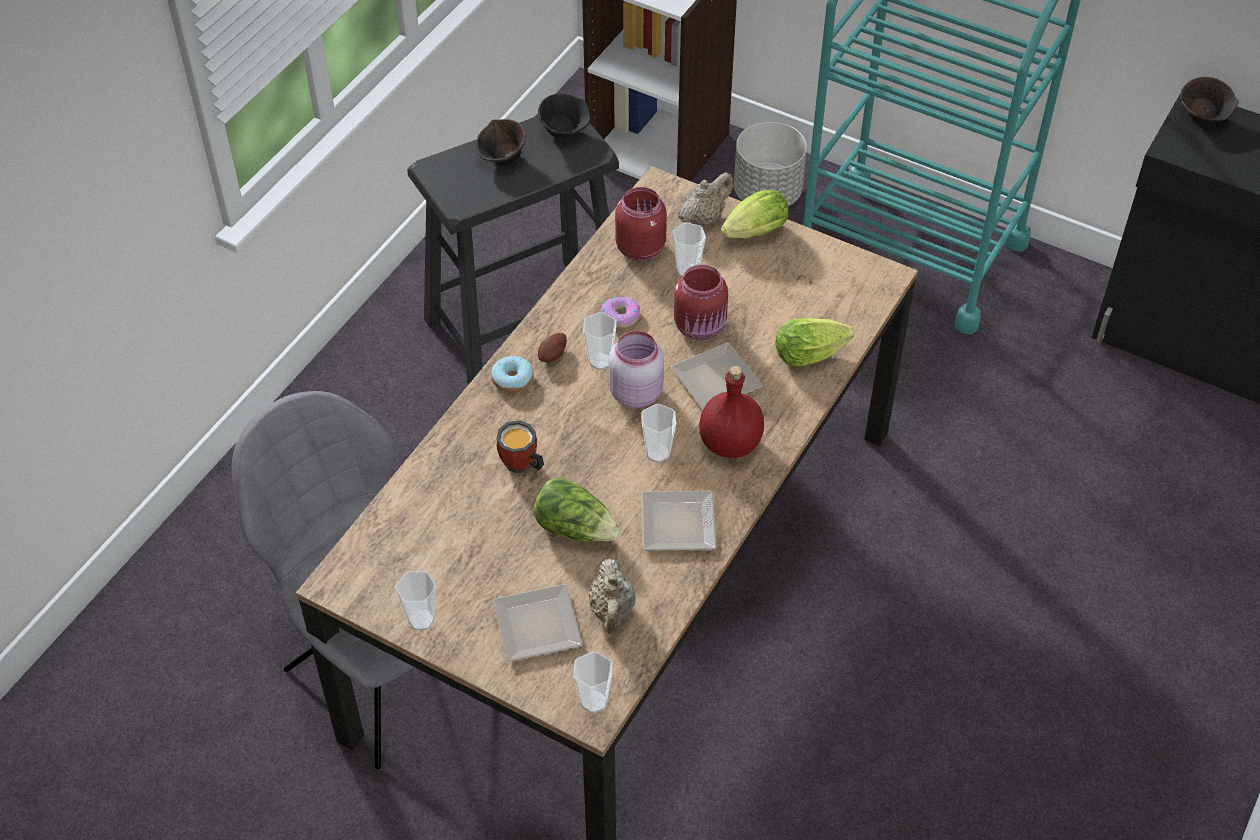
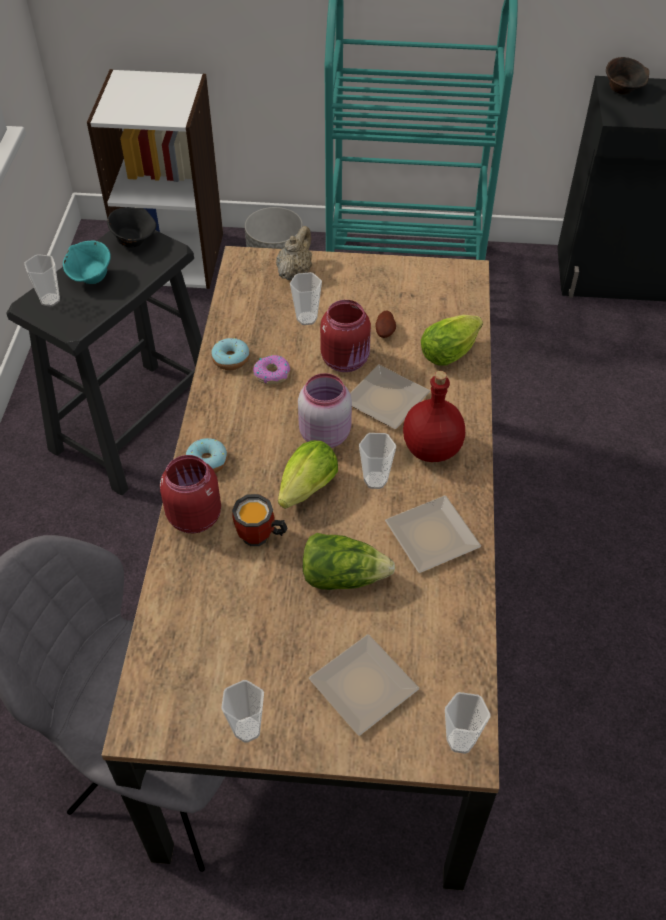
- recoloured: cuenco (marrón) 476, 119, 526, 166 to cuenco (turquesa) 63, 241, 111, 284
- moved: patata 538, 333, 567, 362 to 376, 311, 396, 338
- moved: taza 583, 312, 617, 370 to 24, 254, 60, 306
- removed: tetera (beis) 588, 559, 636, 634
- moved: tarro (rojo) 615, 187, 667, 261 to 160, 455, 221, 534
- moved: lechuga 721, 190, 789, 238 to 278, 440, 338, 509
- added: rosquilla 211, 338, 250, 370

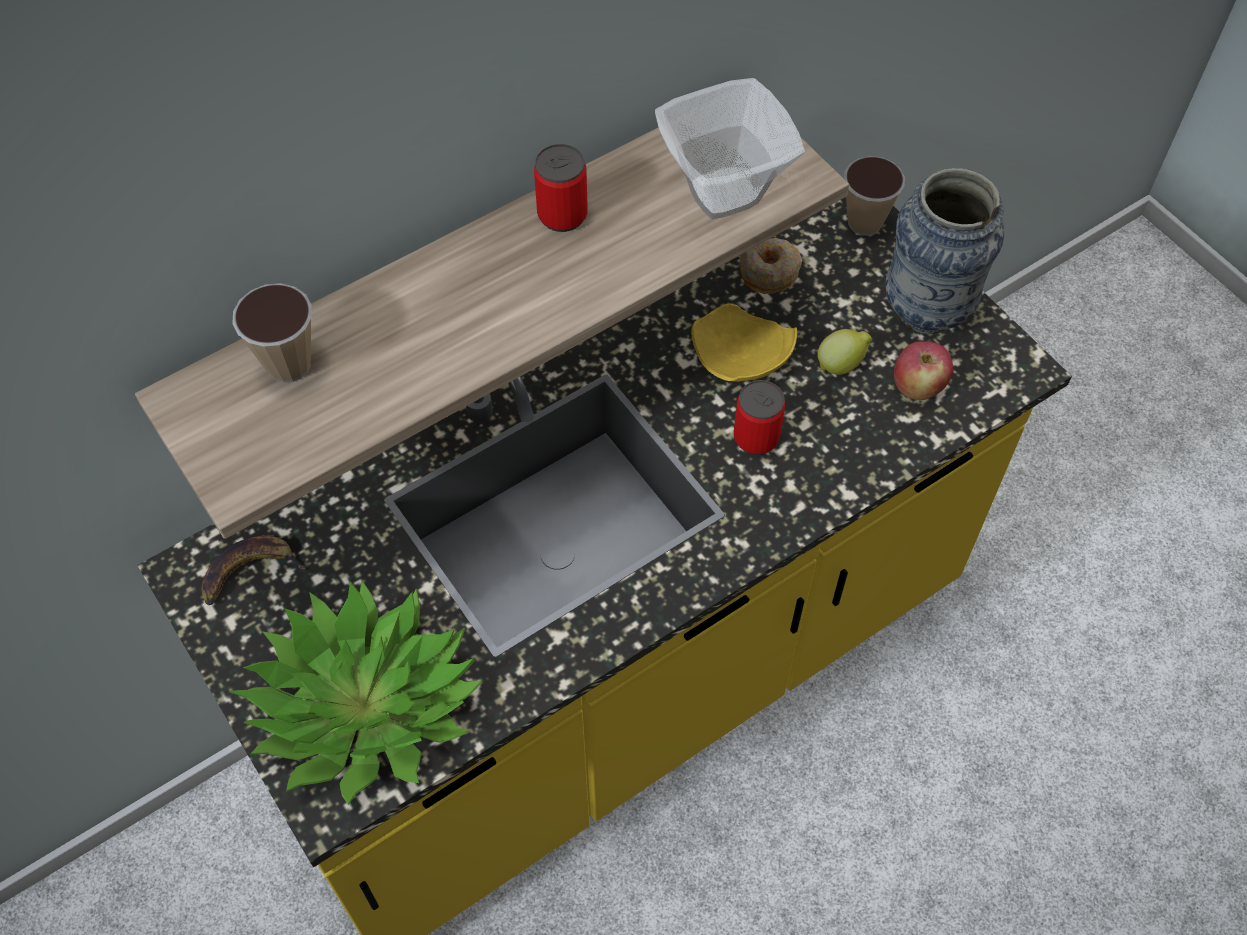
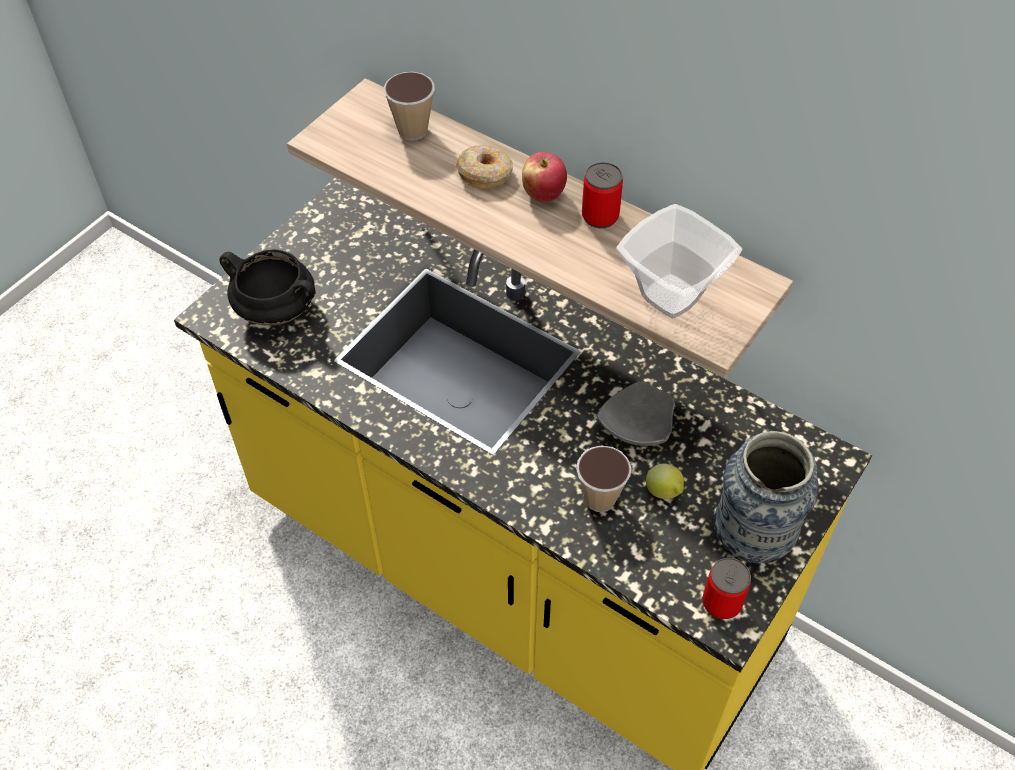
- removed: plátano 201, 536, 306, 605
- replaced: planta en maceta 228, 580, 483, 805 to olla (negro) 220, 249, 316, 326
- recoloured: plato (amarillo) 691, 304, 797, 382 to plato (gris) 596, 381, 675, 446
- moved: lata 734, 380, 785, 455 to 702, 558, 751, 619
- moved: rosquilla 739, 238, 802, 294 to 456, 145, 513, 189
- moved: taza 844, 156, 905, 236 to 576, 445, 631, 512
- moved: manzana 894, 341, 953, 400 to 522, 152, 567, 203

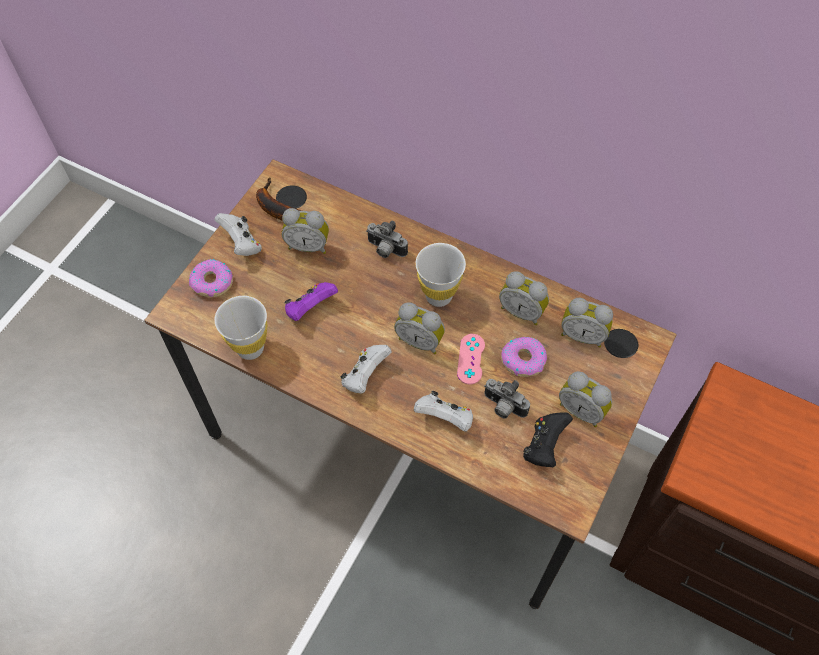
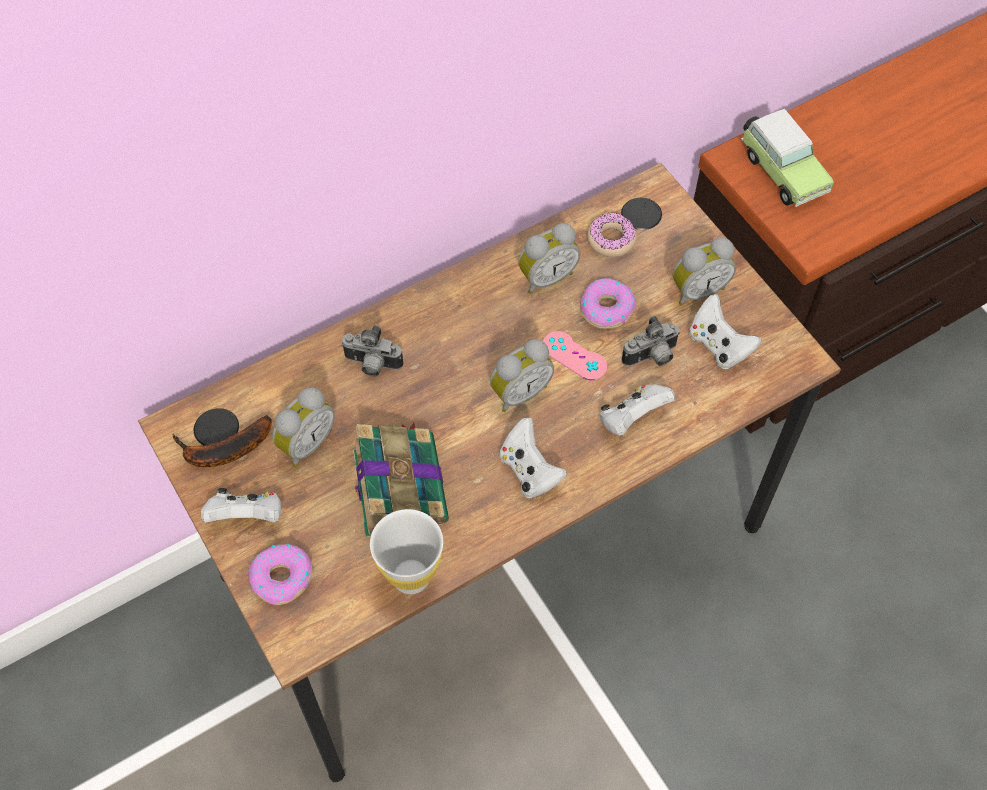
- replaced: mando de consola (morado) 284, 282, 338, 321 to libro 353, 422, 449, 538
- turned: cámara 366, 220, 408, 258 = 341, 325, 403, 377 45 degrees clockwise
- removed: taza (blanco) 415, 243, 466, 307
- recoloured: mando de consola (negro) 523, 412, 573, 467 to mando de consola (blanco) 689, 294, 761, 369
- replaced: despertador 561, 298, 613, 348 to rosquilla 587, 212, 637, 257
- added: coche de juguete 741, 109, 834, 207

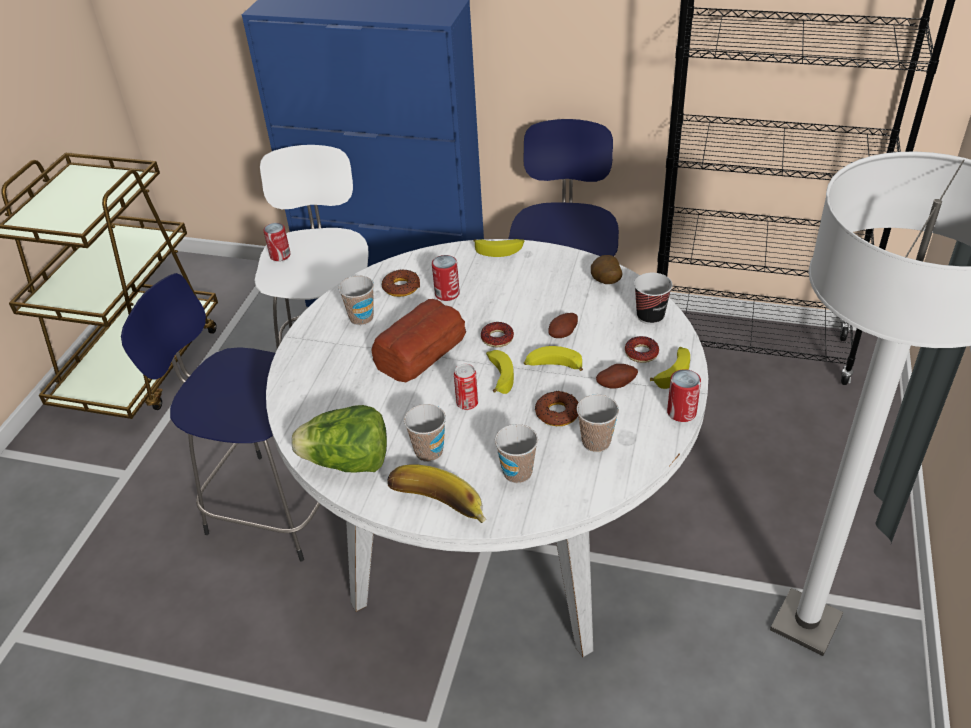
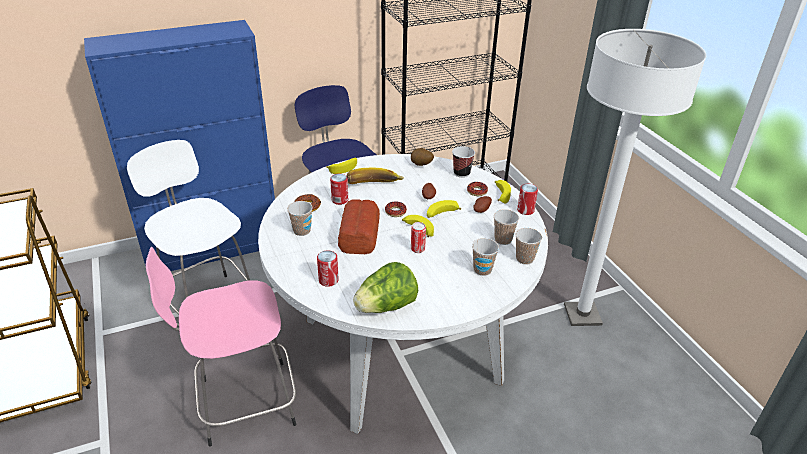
- recoloured: taburete (azul) 121, 273, 321, 562 to taburete (rosa) 146, 247, 296, 447
- moved: lata 263, 223, 291, 261 to 317, 250, 339, 287
- moved: plátano 387, 464, 486, 523 to 346, 168, 404, 184
- moved: taza 404, 404, 446, 462 to 515, 228, 542, 265
- removed: rosquilla 535, 391, 579, 426

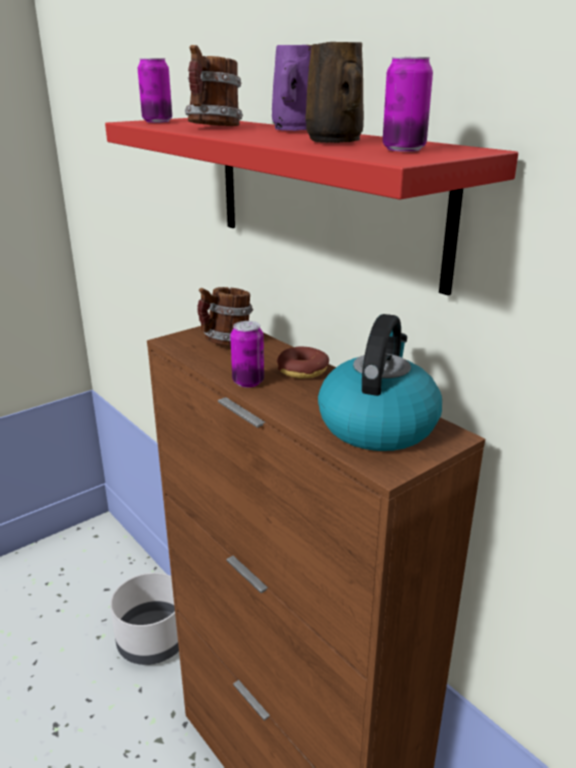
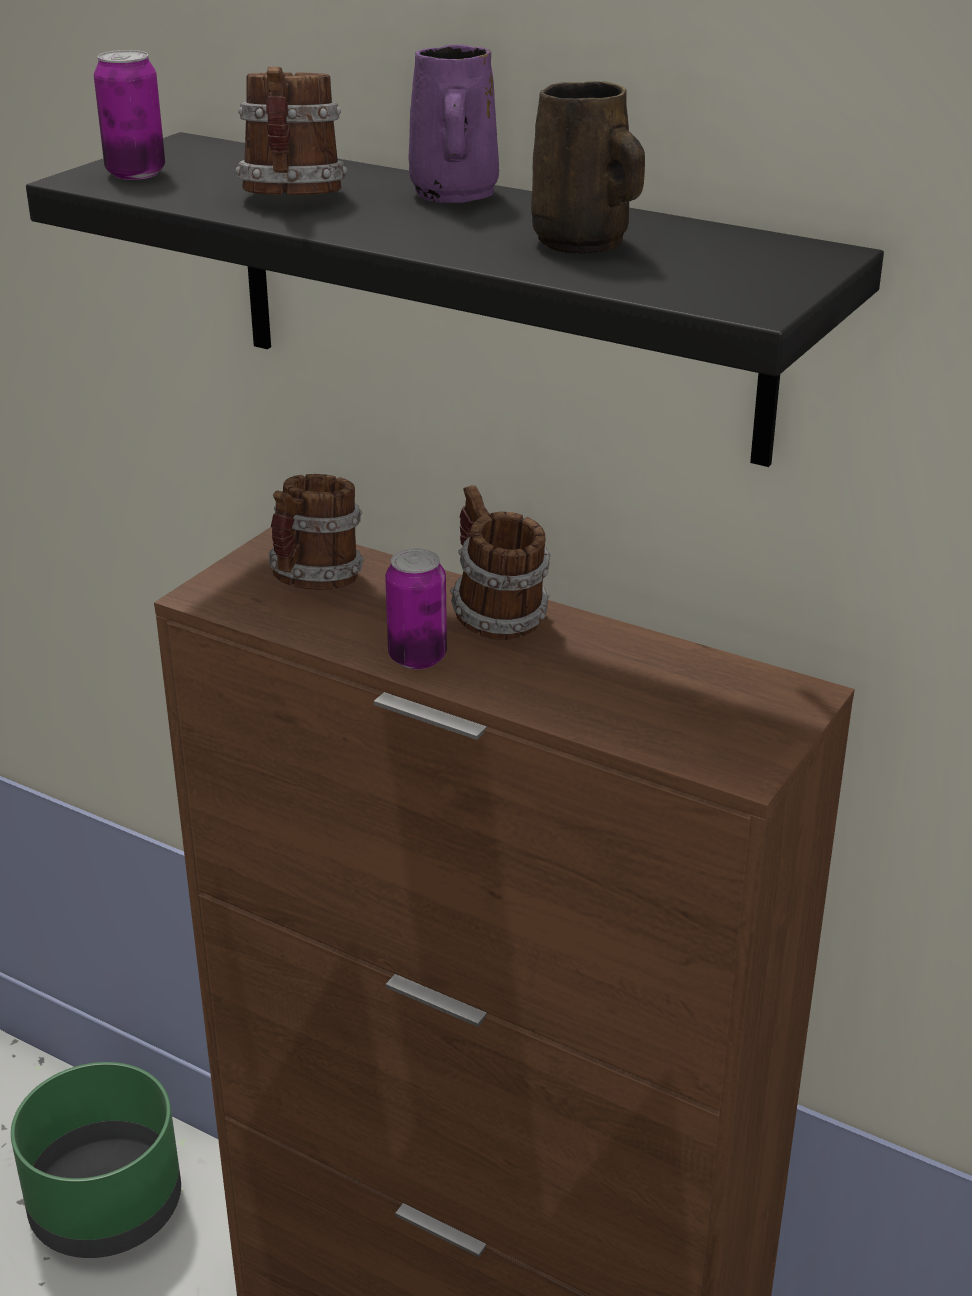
- recoloured: estante (rojo) 105, 118, 518, 295 to estante (negro) 26, 132, 884, 467
- recoloured: maceta (gris) 110, 573, 179, 665 to maceta (verde) 11, 1062, 181, 1258
- replaced: rosquilla 277, 346, 329, 379 to taza grande 450, 485, 550, 640
- removed: hervidor 318, 314, 442, 451
- removed: lata 383, 57, 433, 152

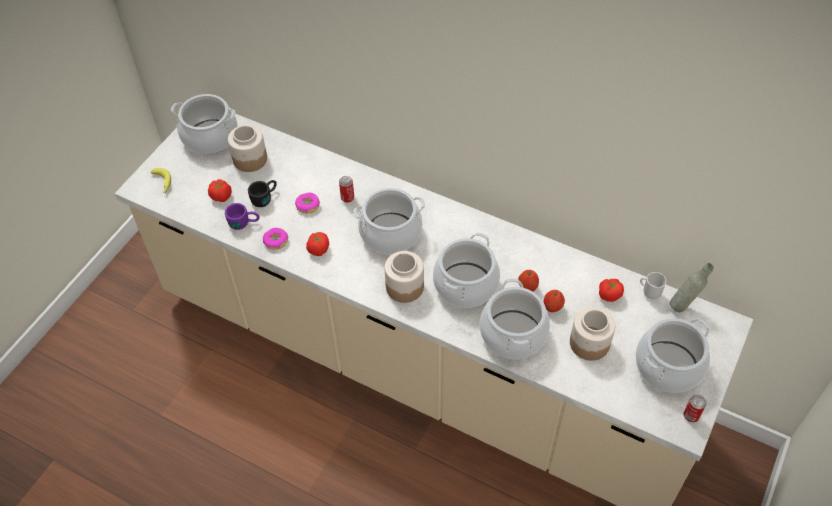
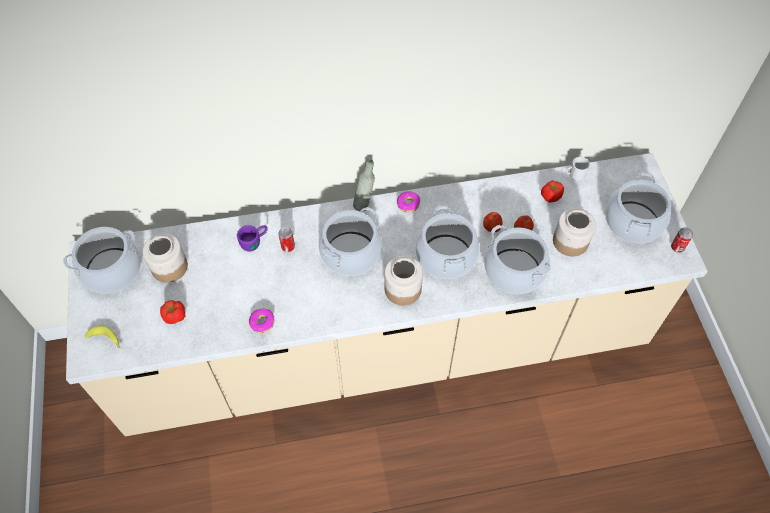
- moved: taza grande (morado) 225, 203, 259, 230 to 237, 225, 268, 251
- removed: taza grande (negro) 248, 180, 277, 207
- moved: rosquilla 295, 193, 320, 214 to 397, 191, 420, 212
- removed: tomate 306, 232, 329, 256
- moved: botella (gris) 670, 263, 714, 312 to 353, 159, 375, 211

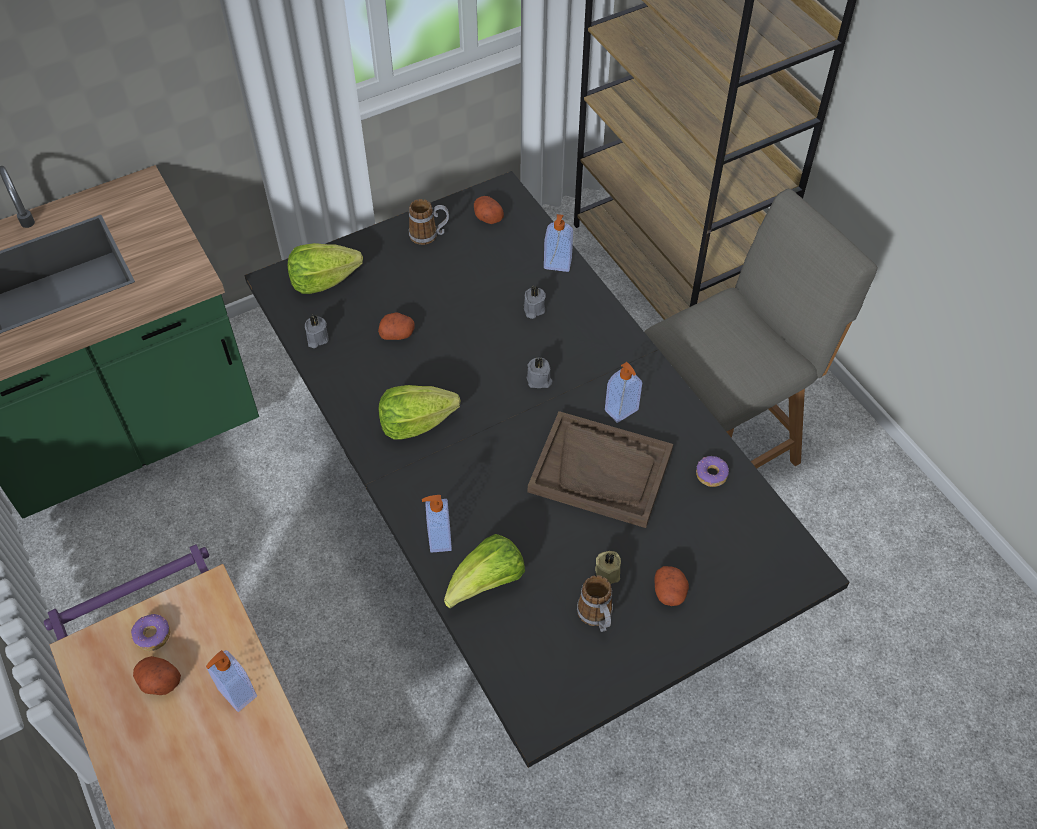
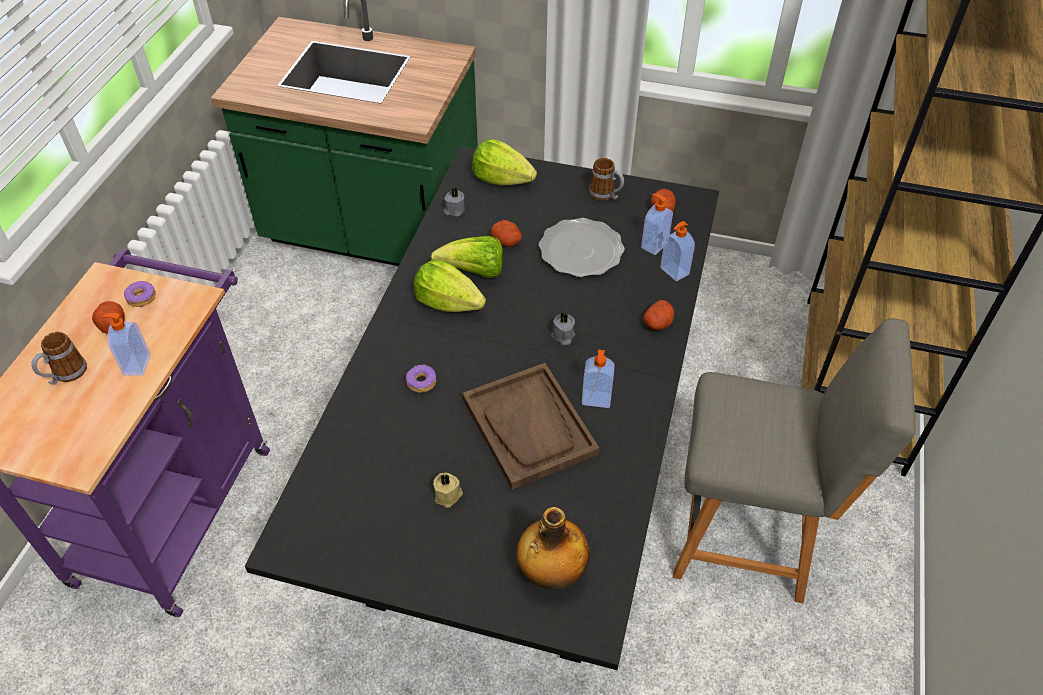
- moved: dispensador de jabón 422, 495, 452, 553 to 641, 194, 673, 255
- moved: lechuga 444, 534, 525, 608 to 431, 236, 503, 278
- removed: vela (gris) 524, 286, 546, 319
- moved: taza grande 577, 575, 613, 632 to 31, 332, 87, 385
- moved: patata 654, 566, 689, 606 to 643, 300, 674, 330
- moved: rosquilla 696, 456, 729, 487 to 406, 365, 436, 393
- added: botella 516, 507, 590, 590
- added: plato 539, 218, 625, 277

